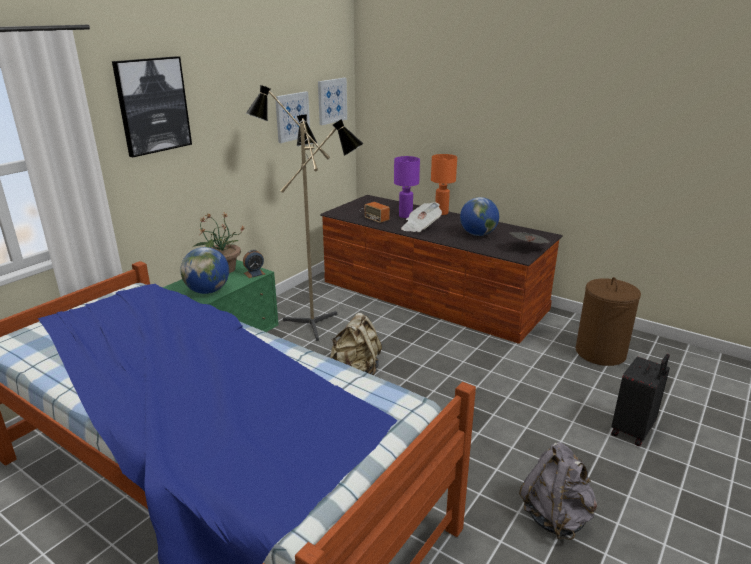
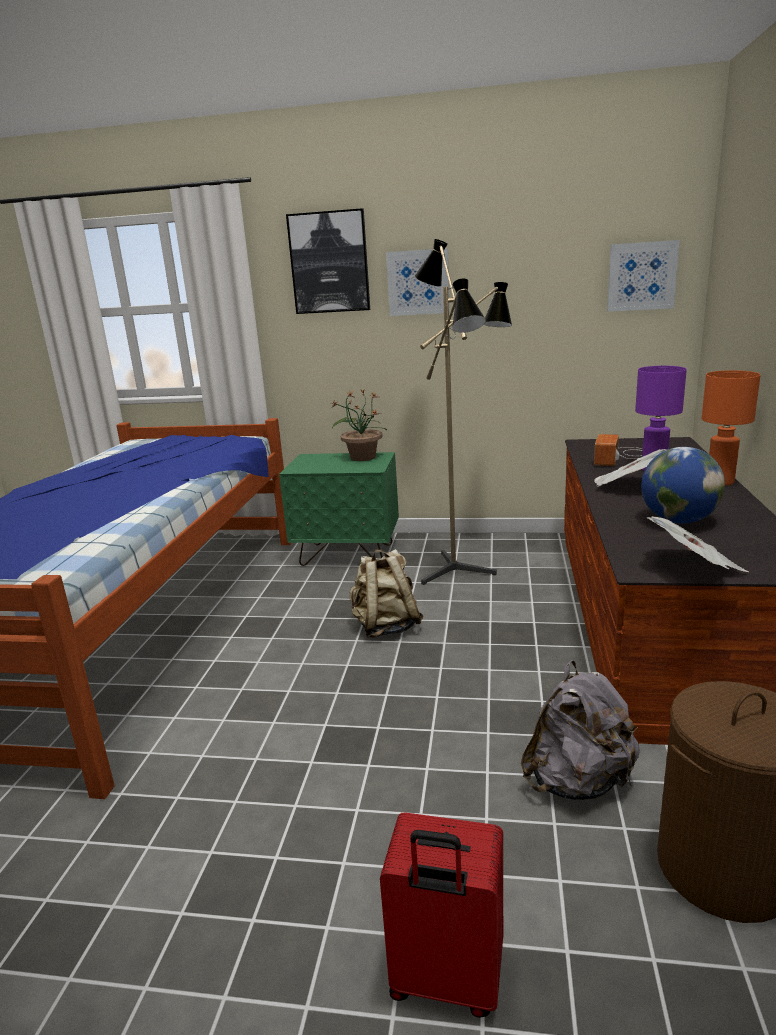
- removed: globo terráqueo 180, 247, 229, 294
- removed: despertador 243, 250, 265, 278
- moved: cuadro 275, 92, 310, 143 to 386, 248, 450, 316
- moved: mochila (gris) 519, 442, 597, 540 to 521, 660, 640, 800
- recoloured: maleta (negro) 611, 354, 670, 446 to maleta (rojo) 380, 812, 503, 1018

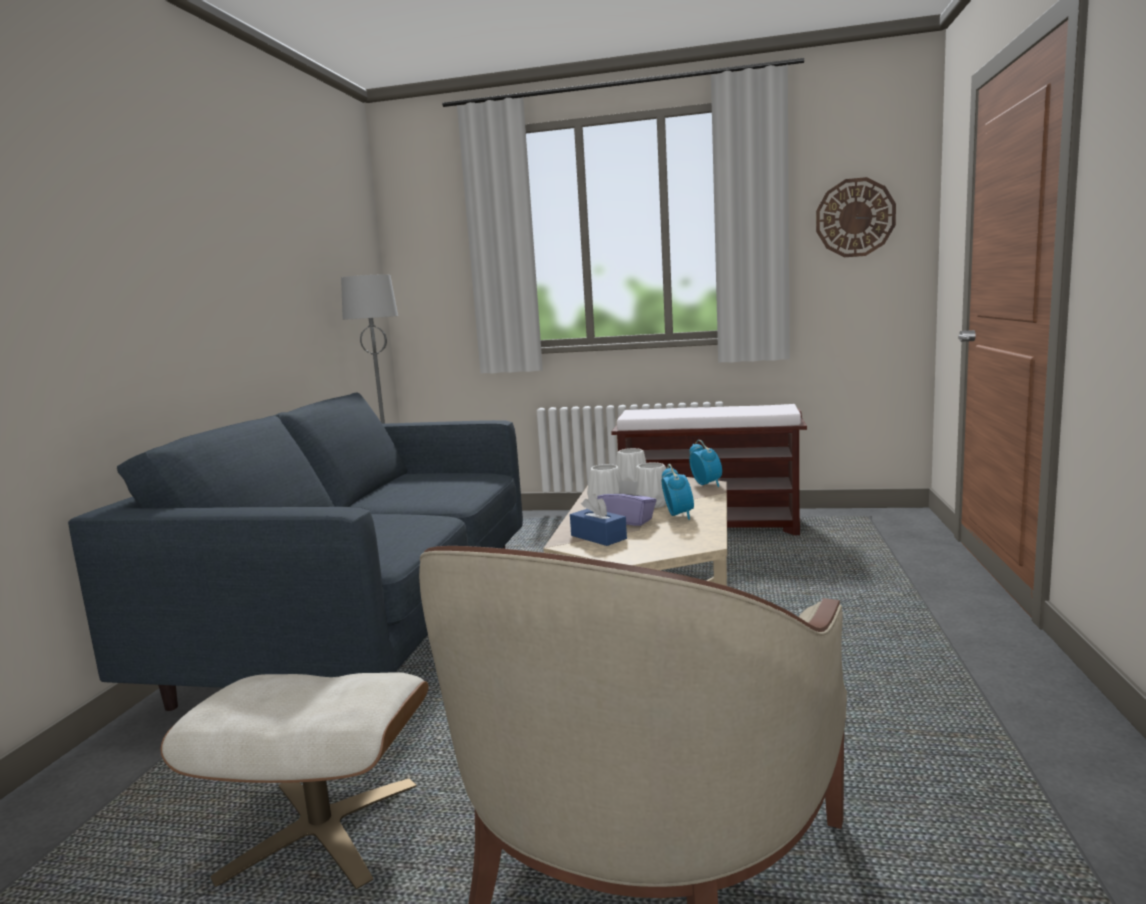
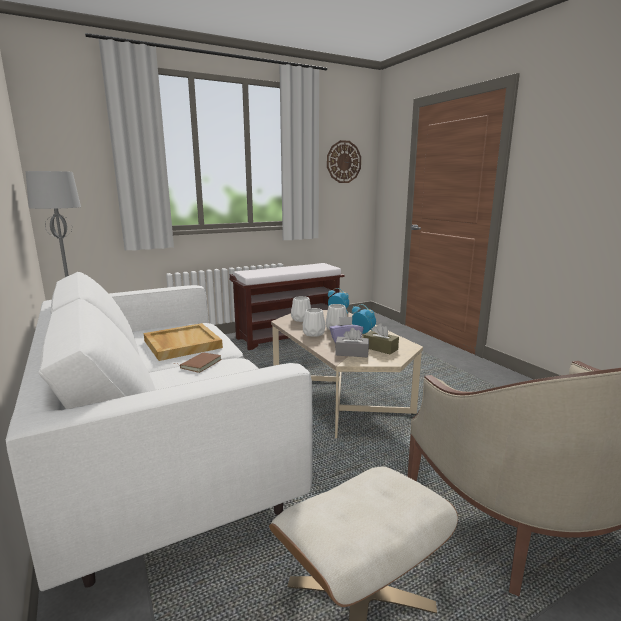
- recoloured: sofá (azul) 68, 393, 523, 711 to sofá (blanco) 6, 272, 312, 591
- recoloured: caja de pañuelos (azul) 570, 494, 627, 546 to caja de pañuelos (gris) 335, 328, 369, 357
- added: bandeja (beis) 144, 323, 223, 361
- added: libro (marrón) 174, 352, 222, 373
- added: caja de pañuelos (marrón) 363, 323, 399, 355

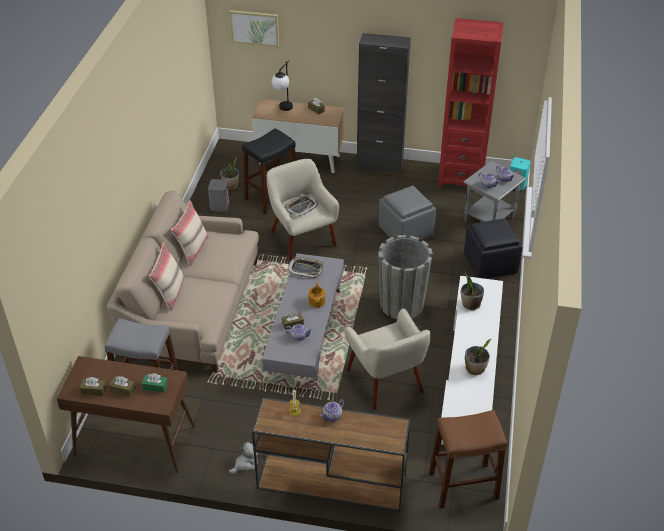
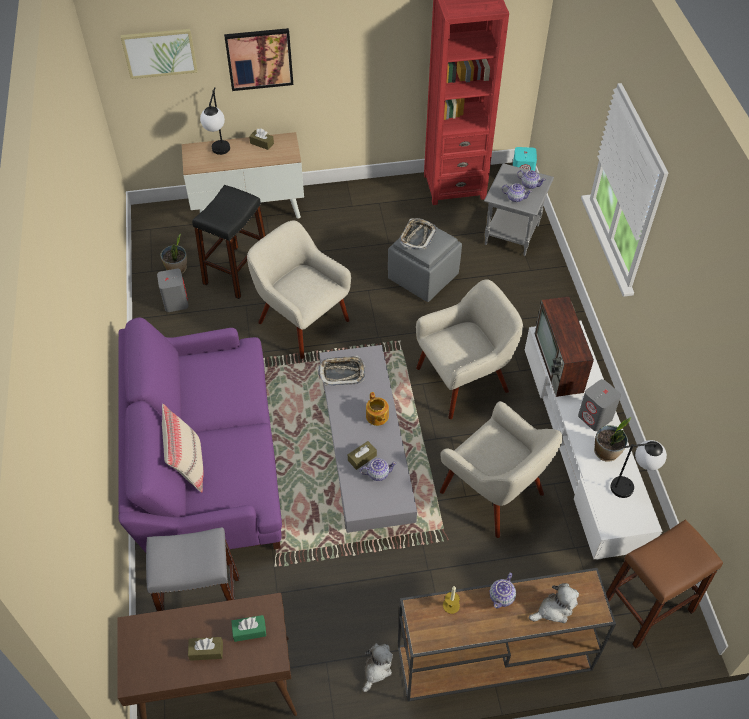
- removed: caja de pañuelos (marrón) 80, 377, 106, 396
- recoloured: sofá (beis) 107, 190, 259, 373 to sofá (morado) 118, 317, 282, 552
- removed: cojín (beis) 171, 200, 209, 266
- moved: bandeja 285, 194, 318, 217 to 400, 218, 437, 249
- removed: armario (negro) 356, 33, 411, 173
- replaced: maceta (gris) 378, 235, 433, 319 to sillón (beis) 416, 279, 523, 419
- replaced: planta en maceta 461, 271, 484, 310 to televisor 535, 296, 594, 397
- removed: puf (negro) 464, 218, 523, 279
- added: cuadro 224, 28, 293, 91
- added: peluche 528, 583, 579, 623
- added: altavoz (gris) 578, 379, 621, 431
- added: lámpara de mesa 611, 440, 667, 498

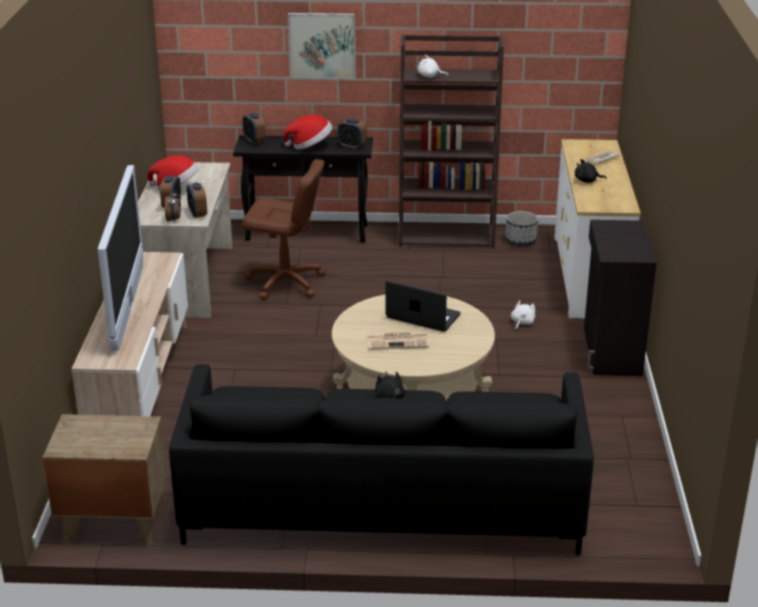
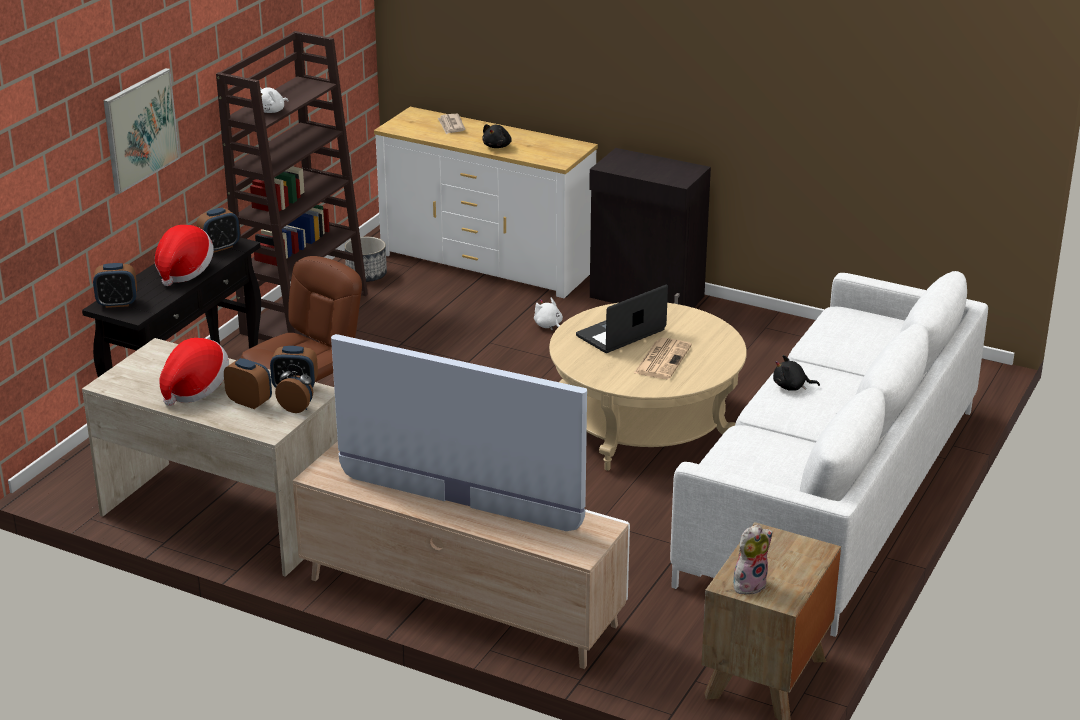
- recoloured: sofá (negro) 169, 364, 594, 555 to sofá (blanco) 670, 271, 988, 637
- added: peluche 733, 524, 773, 595

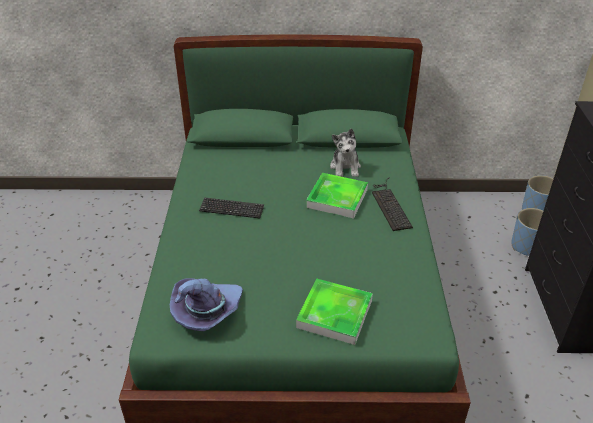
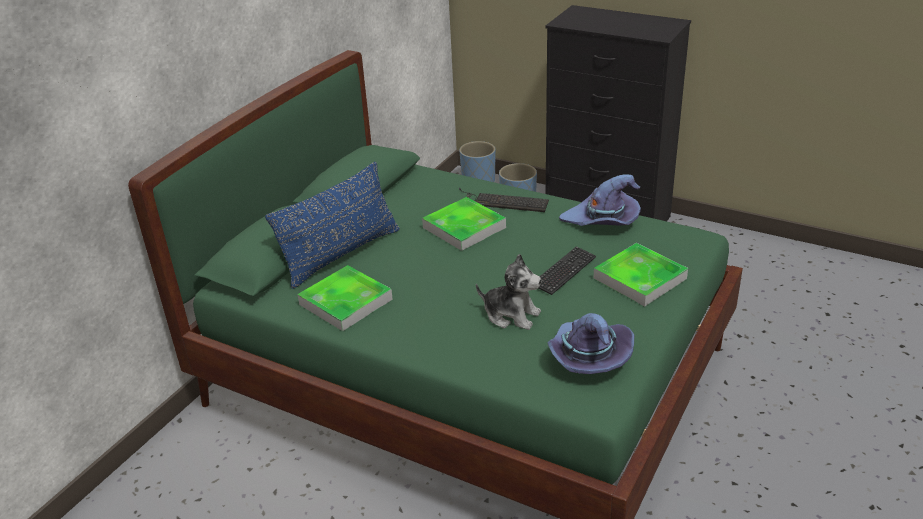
- moved: teclado 199, 197, 264, 218 to 539, 247, 596, 295
- moved: peluche 330, 128, 361, 177 to 476, 254, 541, 330
- added: cojín (azul) 265, 162, 399, 289
- added: bandeja 297, 265, 393, 331
- added: sombrero (morado) 559, 174, 641, 226

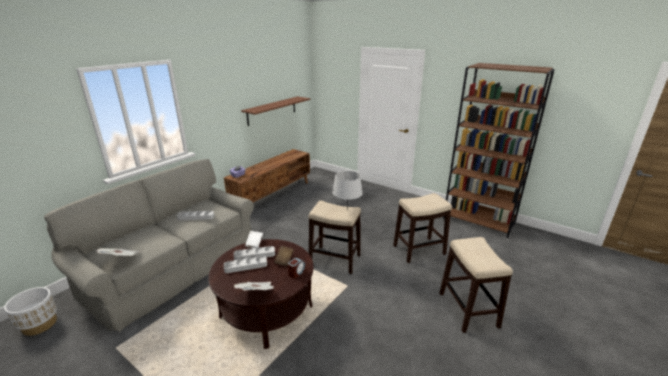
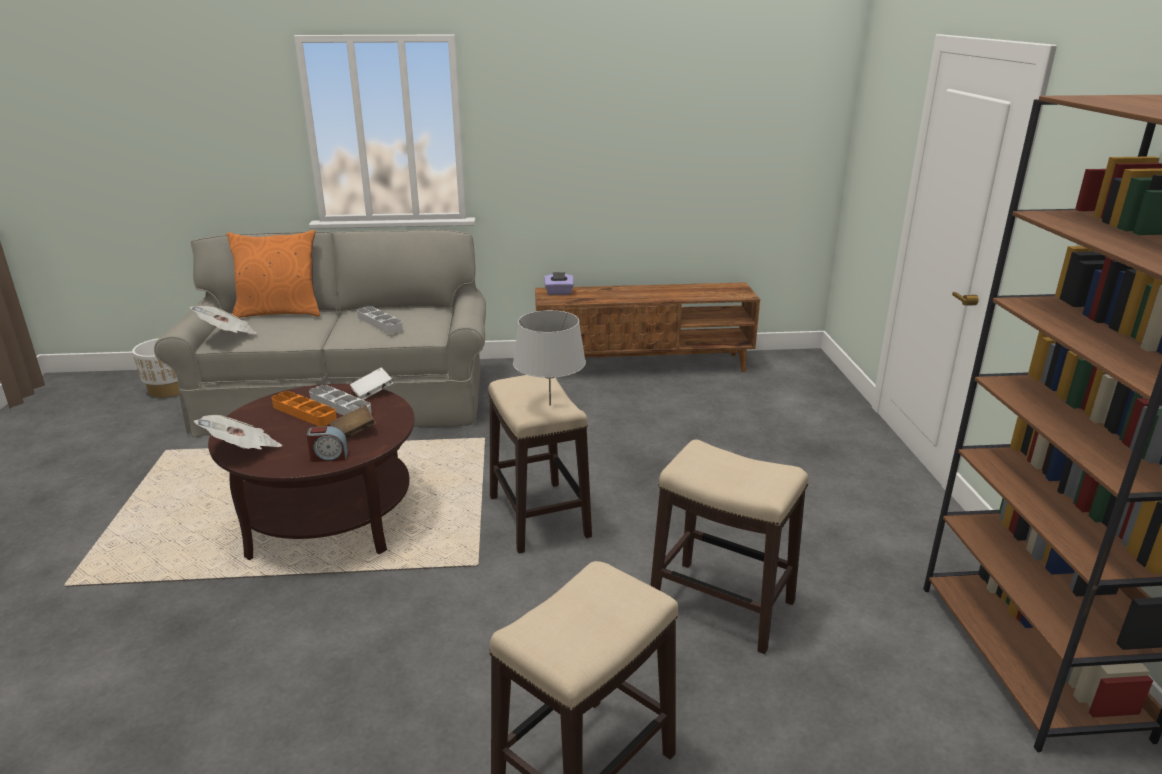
- recoloured: bandeja (gris) 224, 256, 267, 273 to bandeja (naranja) 272, 391, 337, 426
- removed: estante (marrón) 241, 96, 310, 126
- added: cojín (naranja) 226, 230, 320, 318

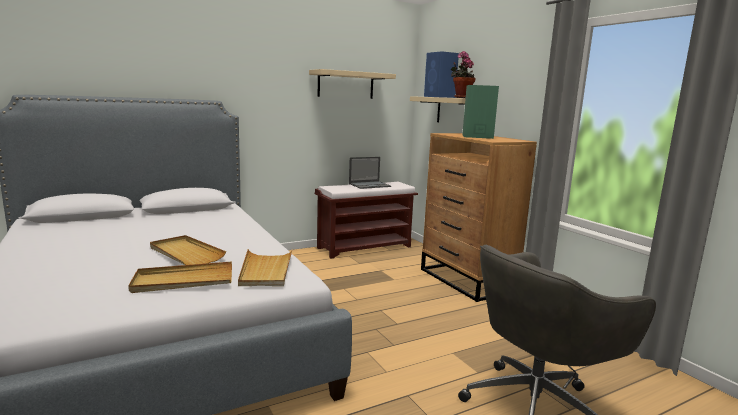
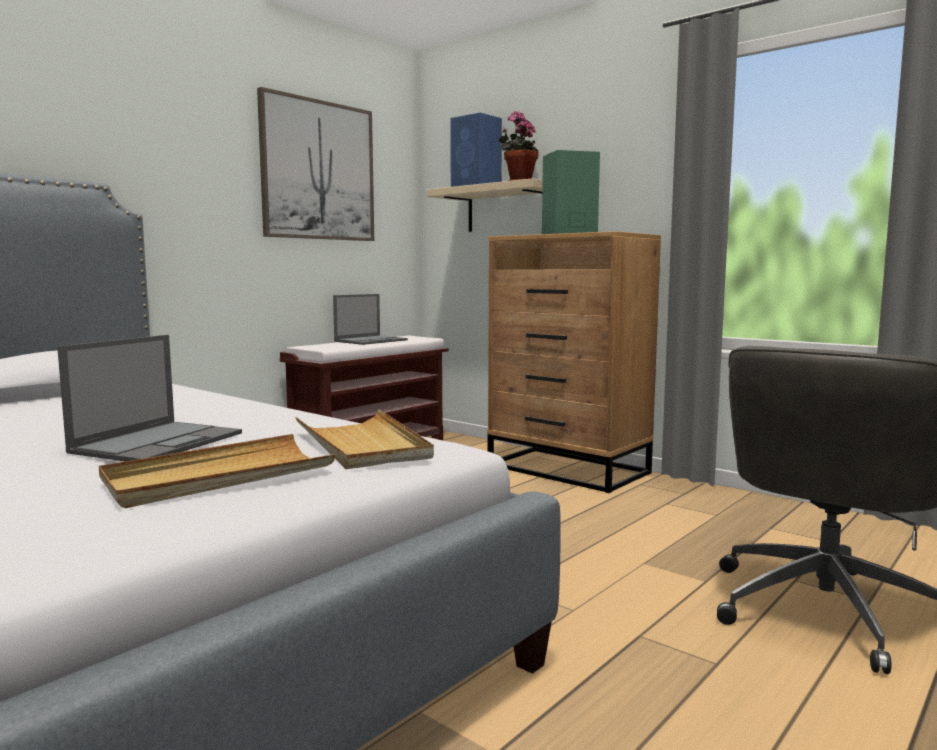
- replaced: bandeja (beis) 150, 235, 226, 265 to portátil 57, 335, 242, 461
- replaced: estante (beis) 309, 69, 396, 99 to cuadro 257, 87, 374, 241

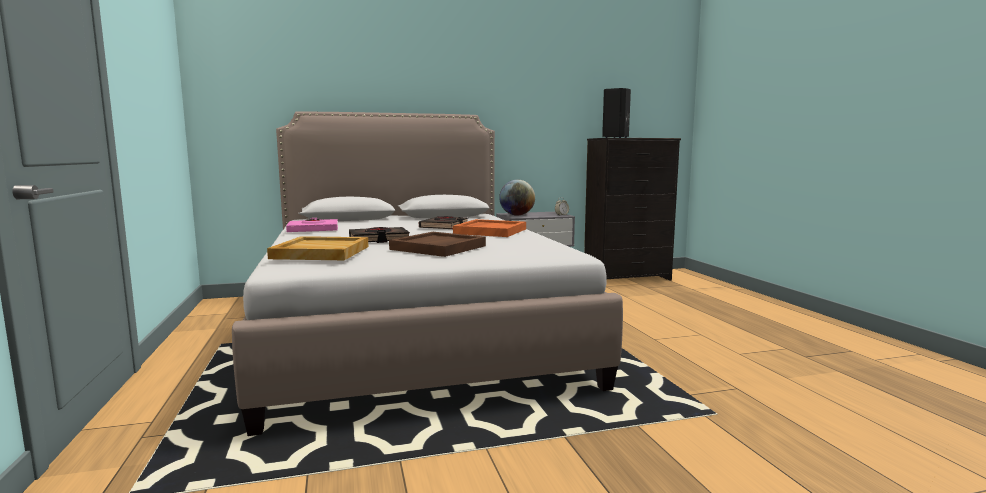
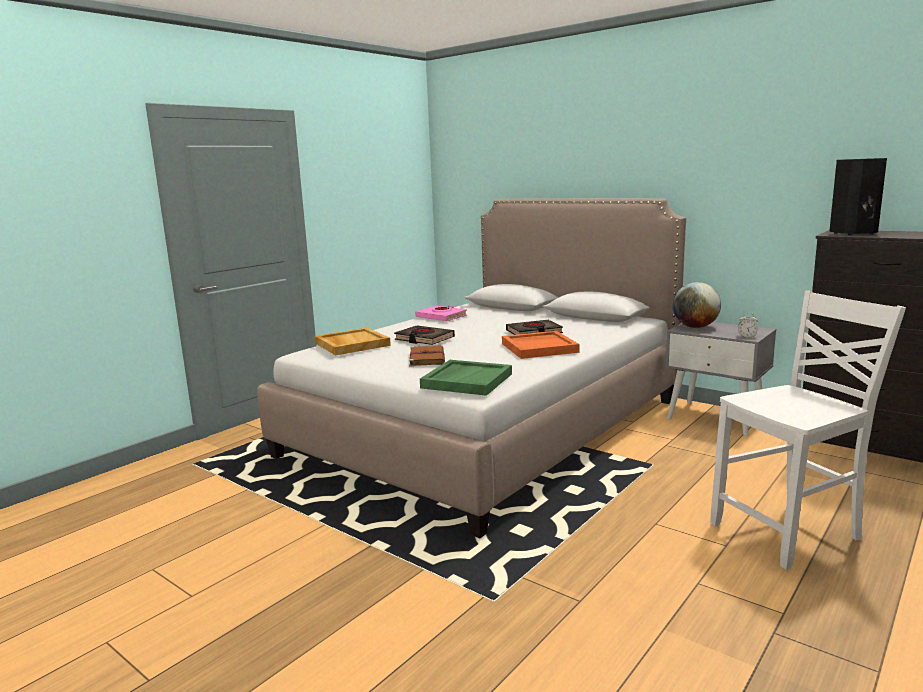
- replaced: bandeja (marrón) 389, 232, 486, 257 to libro (marrón) 409, 346, 445, 367
- added: bandeja (verde) 420, 360, 512, 396
- added: silla (blanco) 710, 291, 906, 570

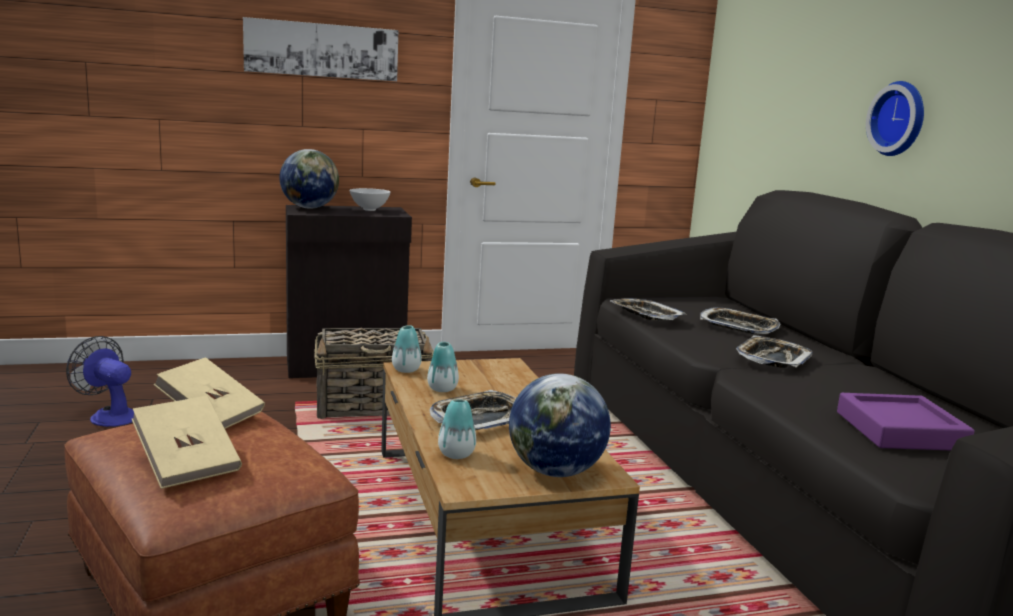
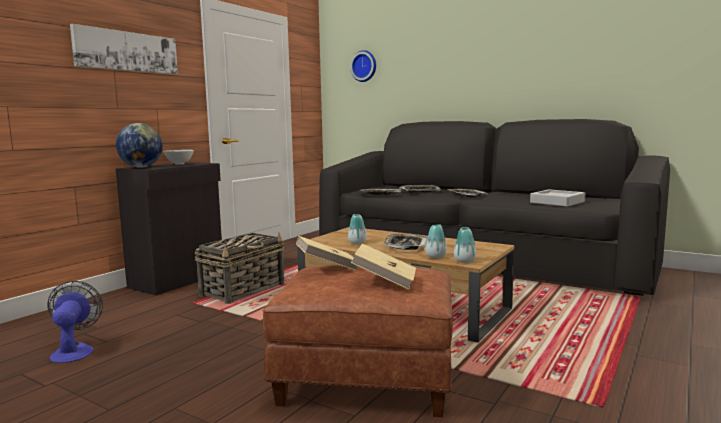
- turned: ventilador 66, 336, 134, 427 = 47, 281, 103, 363 90 degrees clockwise
- moved: florero 392, 325, 422, 373 to 454, 227, 476, 263
- removed: globo terráqueo 509, 373, 611, 477
- recoloured: bandeja (morado) 837, 393, 975, 450 to bandeja (gris) 530, 189, 586, 207
- moved: reloj de pared 866, 81, 924, 156 to 350, 50, 376, 82

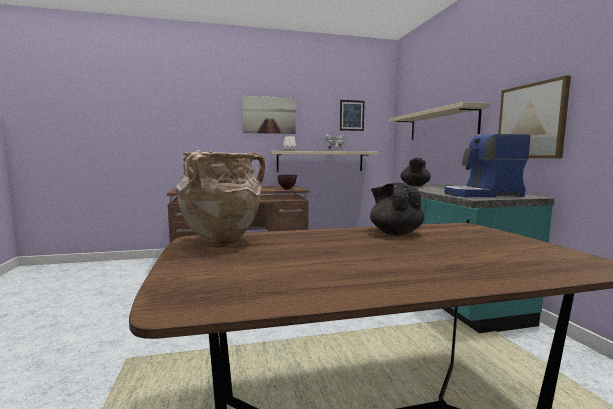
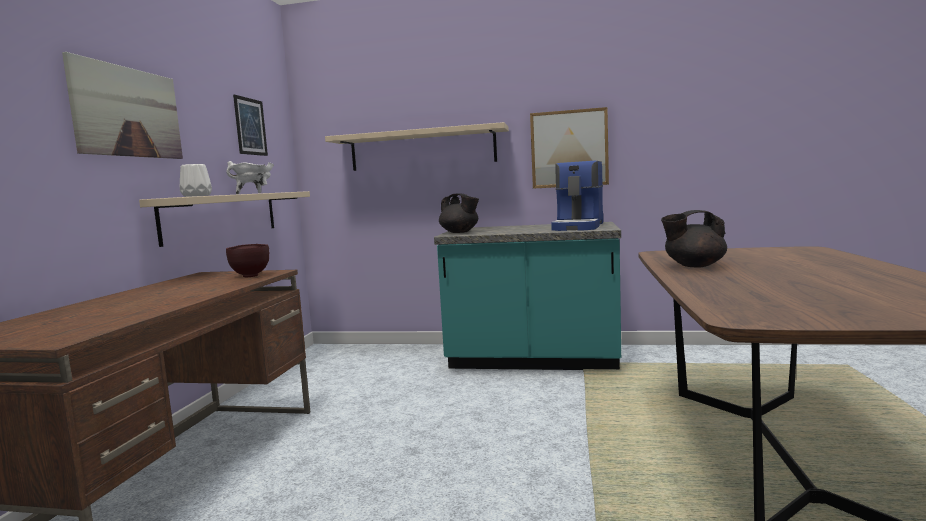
- removed: florero (beis) 175, 150, 265, 247

